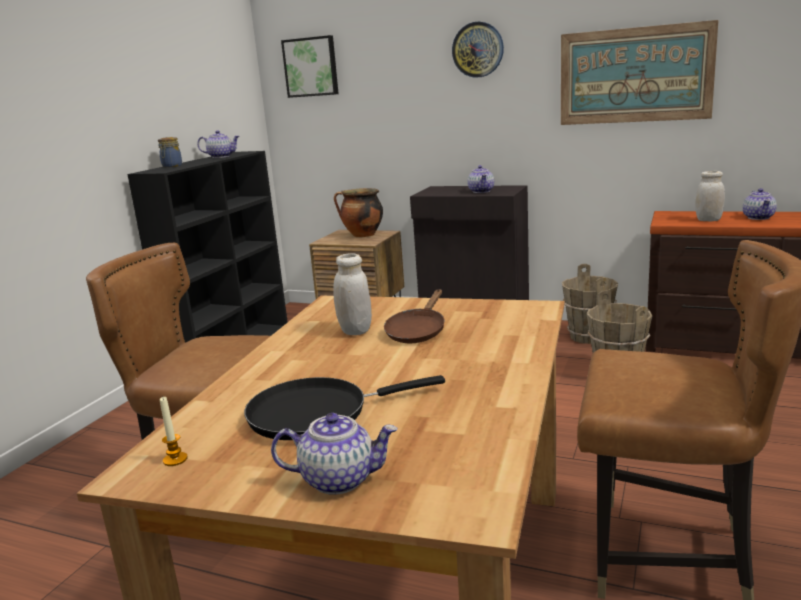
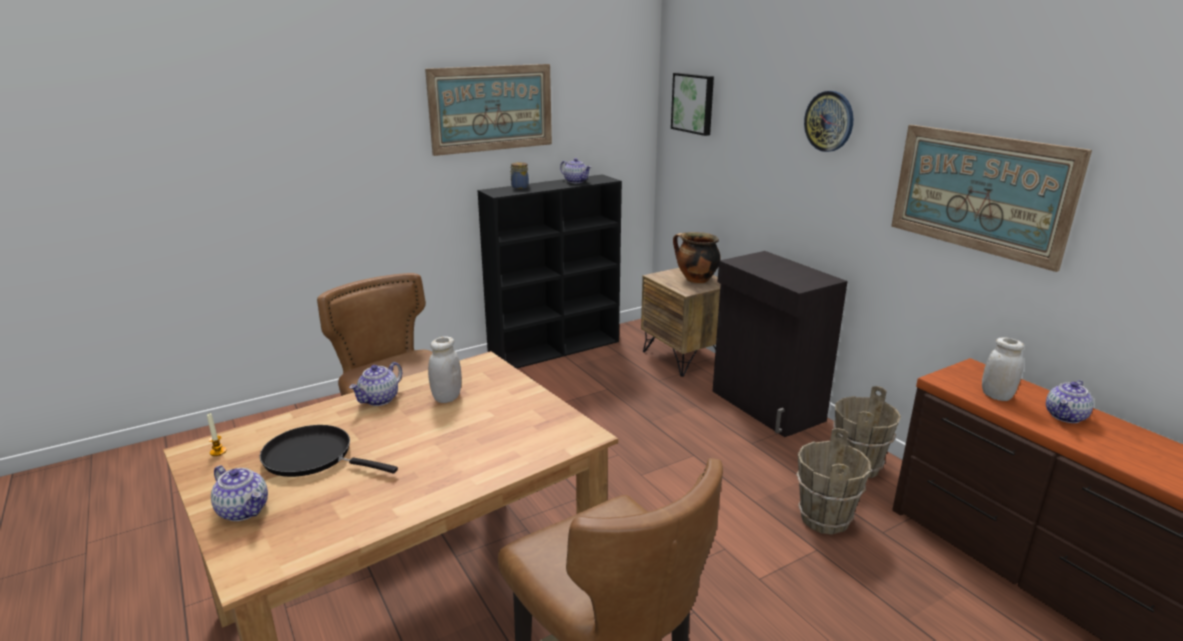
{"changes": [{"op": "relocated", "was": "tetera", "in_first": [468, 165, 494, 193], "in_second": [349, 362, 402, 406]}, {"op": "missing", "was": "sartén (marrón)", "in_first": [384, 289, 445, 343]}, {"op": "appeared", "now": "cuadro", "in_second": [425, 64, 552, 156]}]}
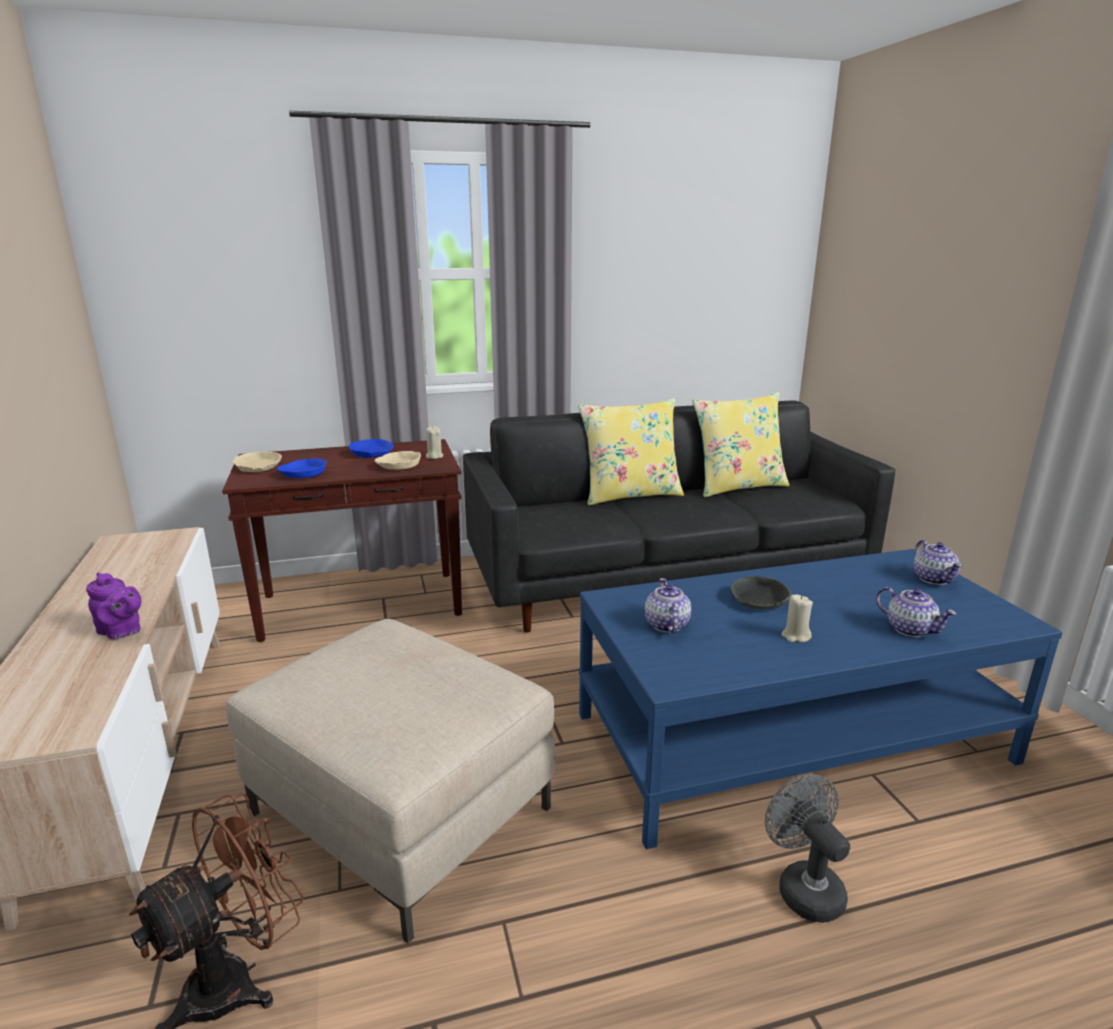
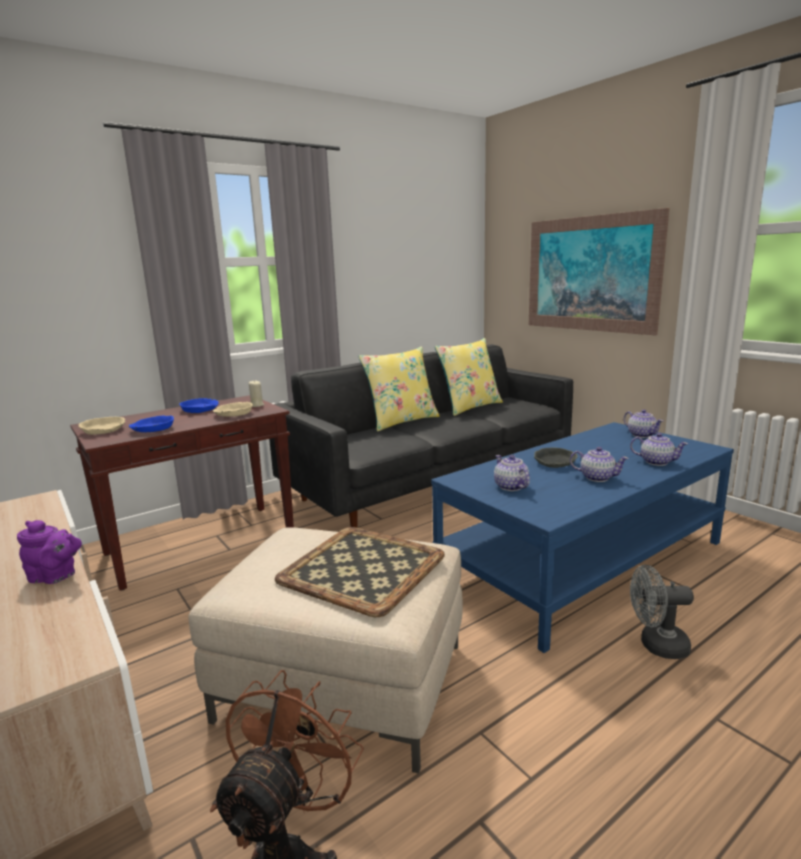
{"changes": [{"op": "exchanged", "was": "vela (beis)", "now": "tetera", "in_first": [781, 595, 813, 642], "in_second": [570, 447, 629, 482]}, {"op": "spun", "was": "ventilador (gris)", "in_first": [765, 774, 850, 923], "in_second": [630, 565, 694, 659], "clockwise": -45}, {"op": "appeared", "now": "cuadro", "in_second": [529, 208, 669, 336]}, {"op": "appeared", "now": "bandeja", "in_second": [275, 527, 445, 617]}]}
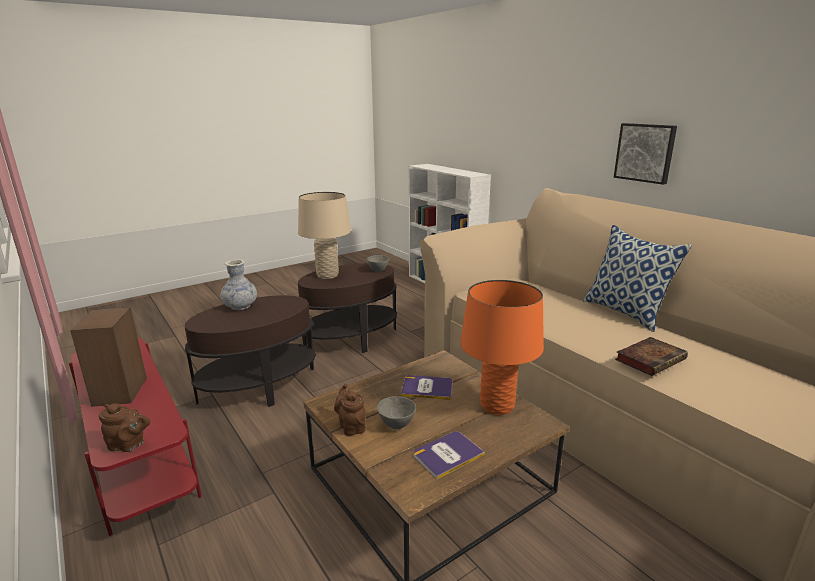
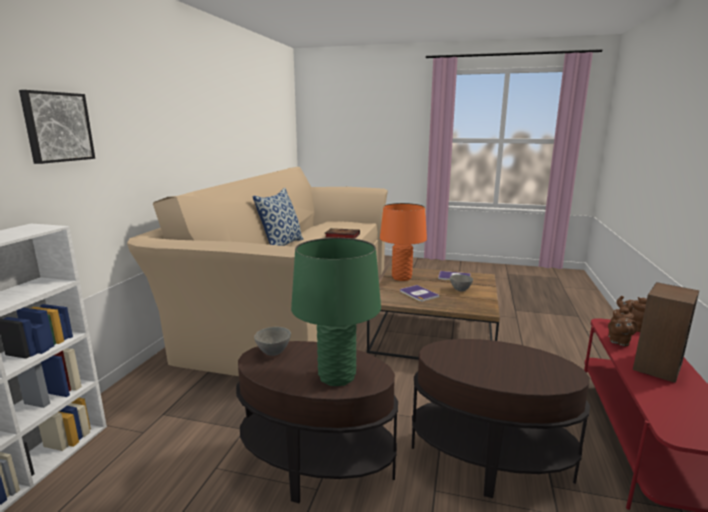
{"changes": [{"op": "relocated", "was": "cuadro", "in_first": [614, 123, 677, 185], "in_second": [19, 90, 95, 164]}, {"op": "colour", "was": "lámpara de mesa (beis)", "now": "lámpara de mesa (verde)", "in_first": [298, 192, 351, 279], "in_second": [291, 238, 381, 386]}, {"op": "missing", "was": "florero", "in_first": [221, 259, 257, 310]}, {"op": "relocated", "was": "tetera (marrón)", "in_first": [334, 384, 366, 436], "in_second": [608, 306, 638, 346]}]}
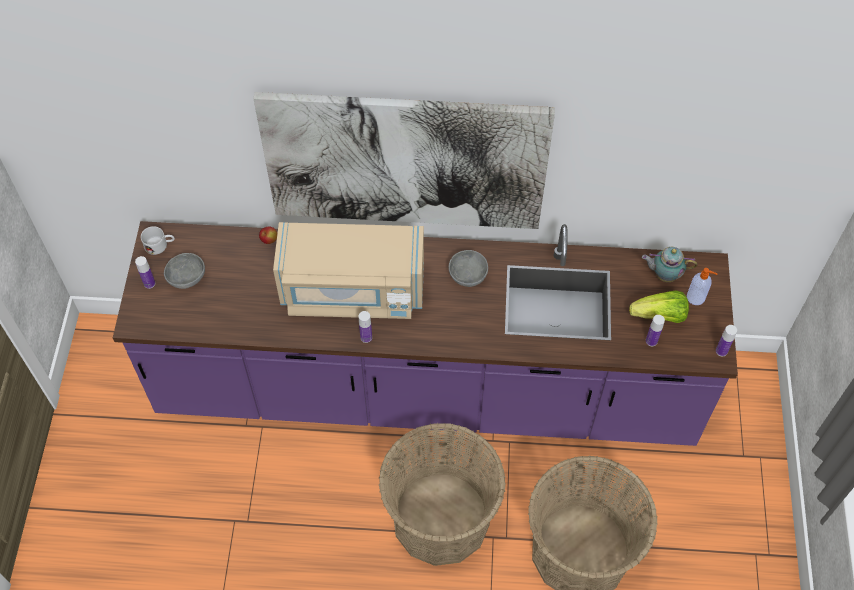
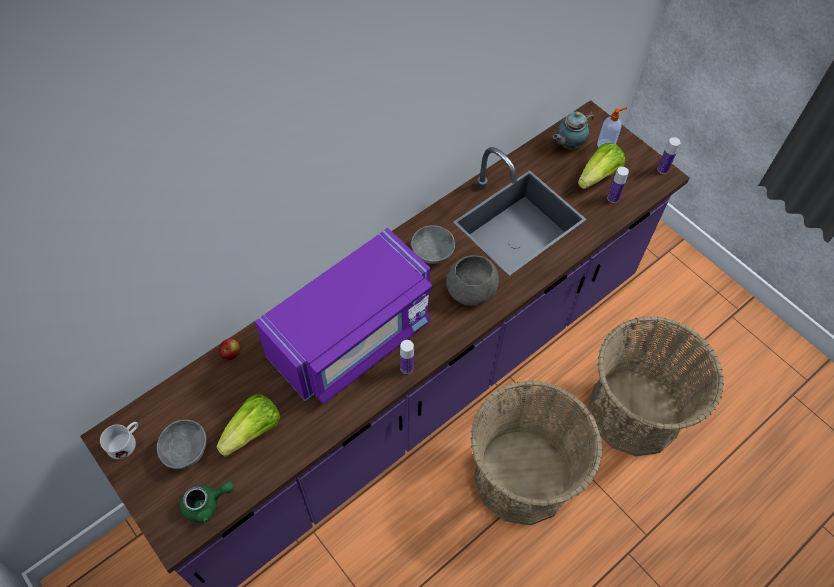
{"changes": [{"op": "missing", "was": "cuadro", "in_first": [253, 92, 555, 229]}, {"op": "colour", "was": "microondas (beis)", "now": "microondas (morado)", "in_first": [273, 222, 424, 319], "in_second": [255, 228, 432, 404]}, {"op": "missing", "was": "botella", "in_first": [135, 256, 155, 289]}, {"op": "appeared", "now": "cuenco (gris)", "in_second": [446, 255, 499, 306]}, {"op": "appeared", "now": "lechuga", "in_second": [217, 394, 280, 457]}, {"op": "appeared", "now": "tetera (verde)", "in_second": [180, 481, 234, 523]}]}
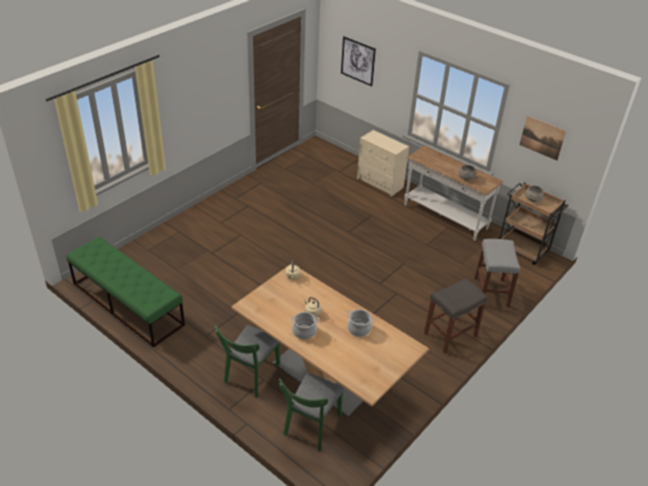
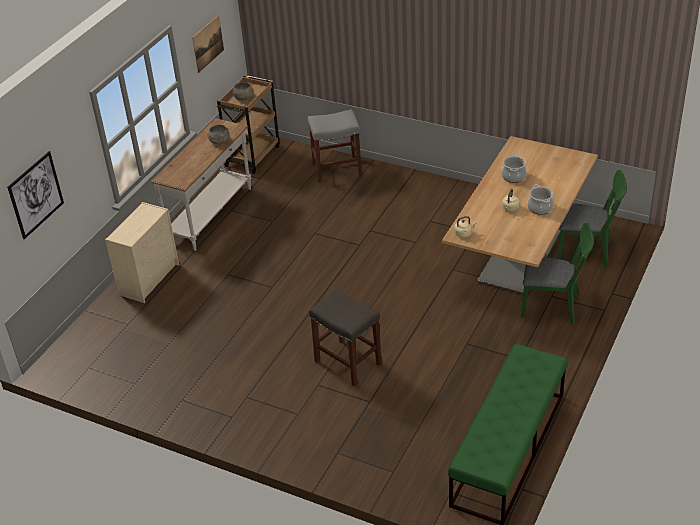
{"changes": [{"op": "relocated", "was": "taburete (gris)", "in_first": [424, 278, 488, 353], "in_second": [309, 289, 382, 386]}]}
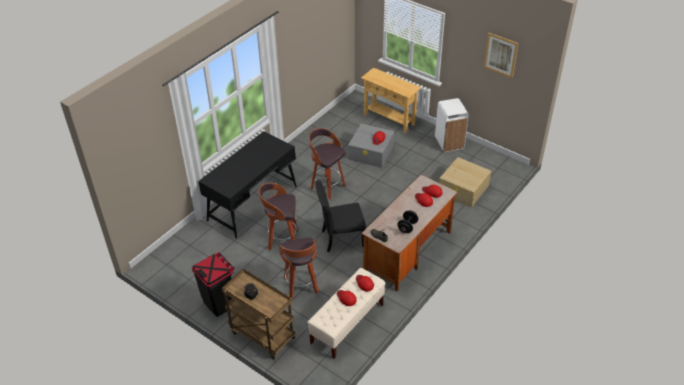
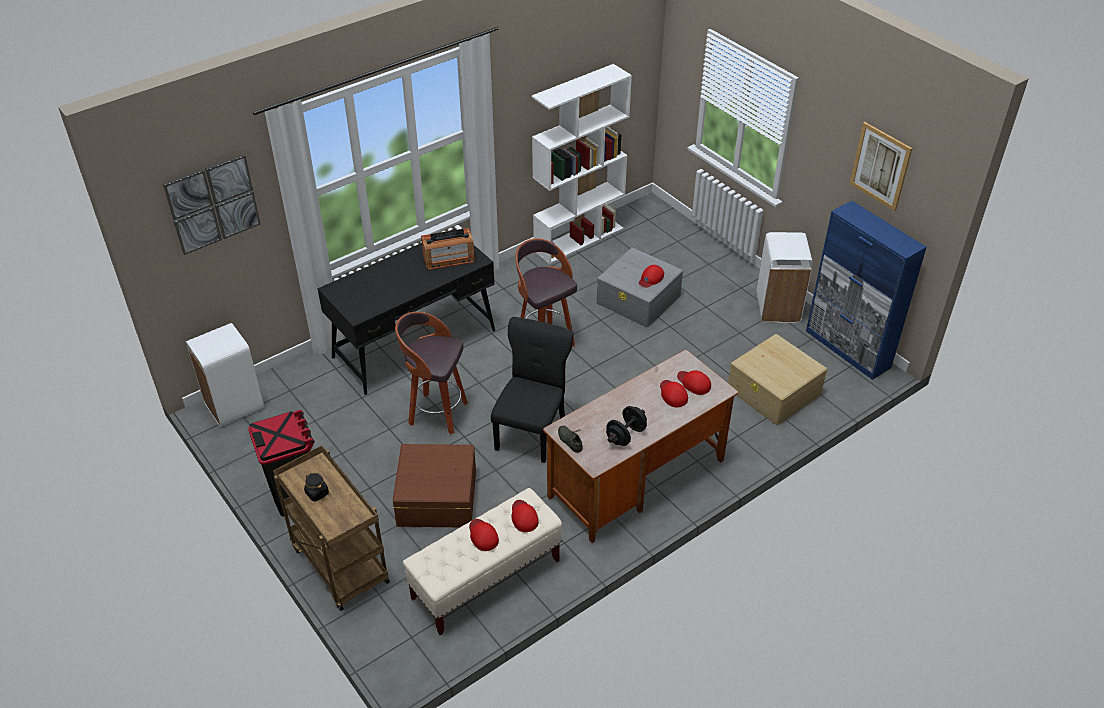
{"changes": [{"op": "missing", "was": "mesa consola (beis)", "in_first": [361, 67, 421, 134]}, {"op": "spun", "was": "silla (negro)", "in_first": [315, 180, 366, 252], "in_second": [491, 317, 574, 463], "clockwise": 105}, {"op": "exchanged", "was": "taburete", "now": "caja de almacenaje (marrón)", "in_first": [279, 238, 319, 298], "in_second": [393, 444, 476, 527]}, {"op": "appeared", "now": "estantería (blanco)", "in_second": [531, 64, 632, 264]}, {"op": "appeared", "now": "cuadro", "in_second": [163, 154, 261, 255]}, {"op": "appeared", "now": "armario (azul)", "in_second": [806, 201, 927, 380]}, {"op": "appeared", "now": "radio", "in_second": [421, 228, 475, 270]}, {"op": "appeared", "now": "papelera (blanco)", "in_second": [186, 323, 264, 427]}]}
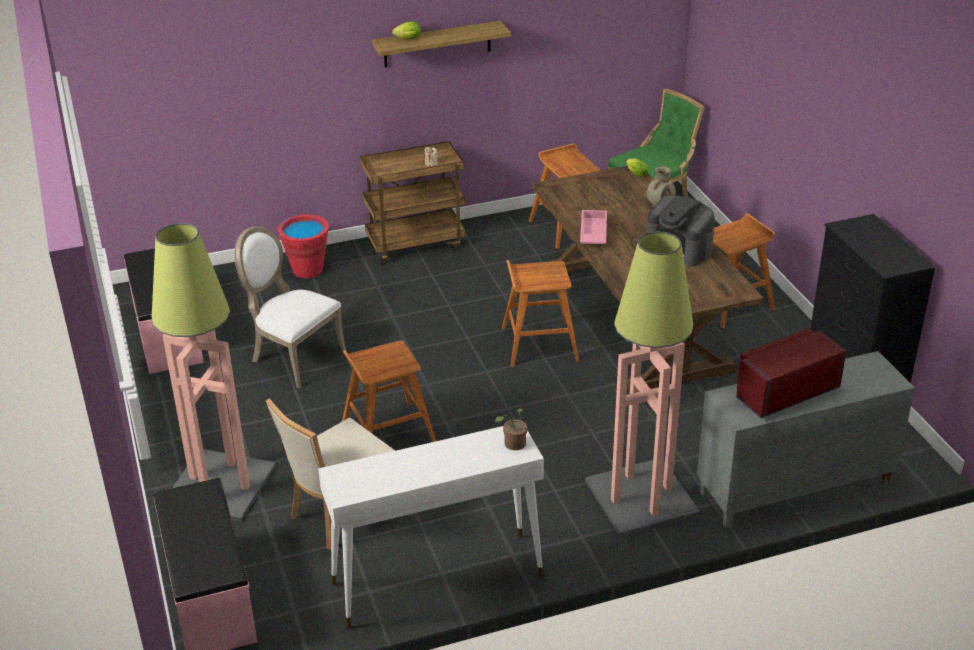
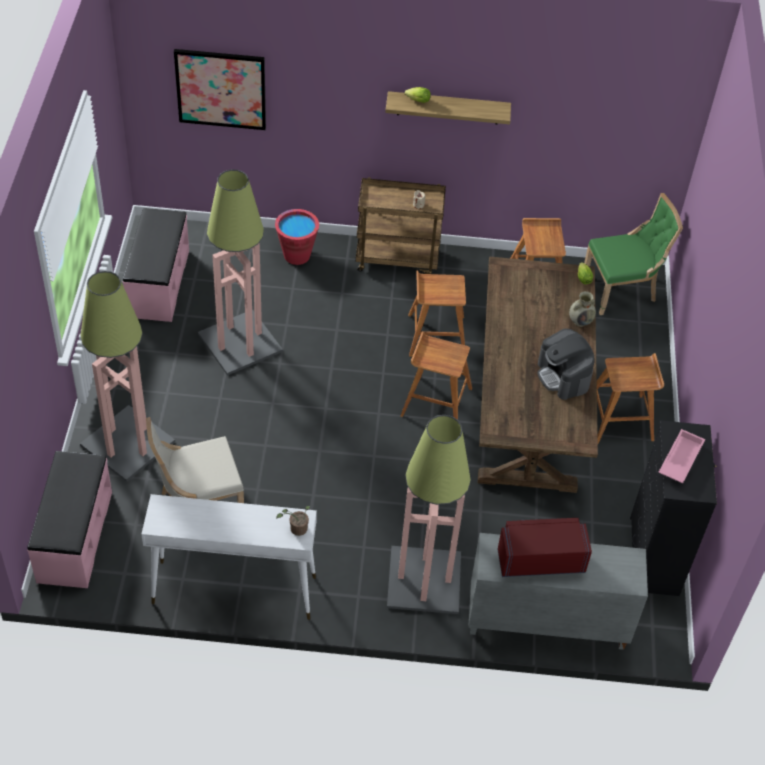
{"changes": [{"op": "relocated", "was": "bandeja (rosa)", "in_first": [580, 210, 607, 244], "in_second": [659, 429, 705, 483]}, {"op": "exchanged", "was": "silla (blanco)", "now": "lámpara de pie", "in_first": [234, 226, 346, 388], "in_second": [198, 169, 283, 376]}, {"op": "relocated", "was": "taburete (marrón)", "in_first": [342, 340, 436, 442], "in_second": [408, 271, 466, 357]}, {"op": "appeared", "now": "cuadro", "in_second": [174, 49, 266, 130]}]}
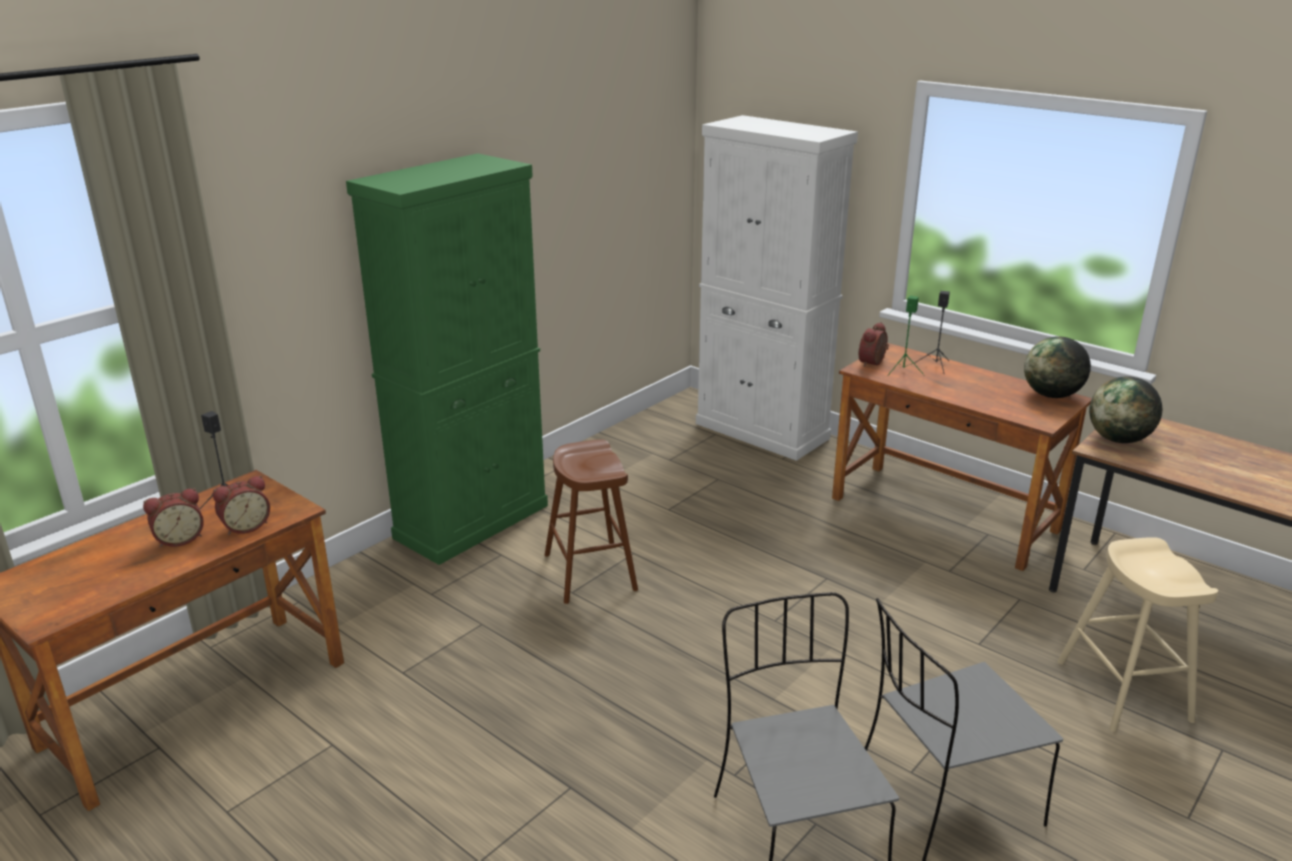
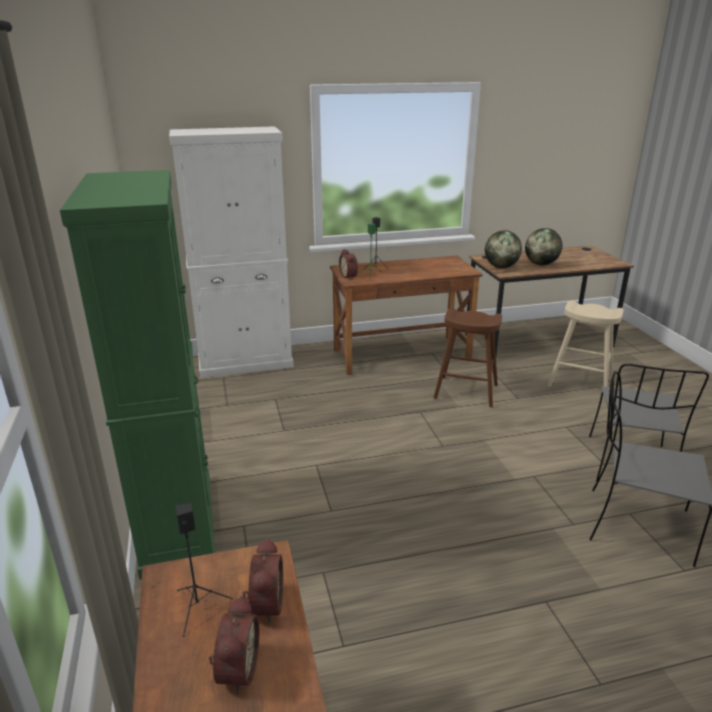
{"changes": [{"op": "relocated", "was": "globo terráqueo", "in_first": [1024, 336, 1091, 398], "in_second": [525, 228, 562, 265]}, {"op": "relocated", "was": "taburete (marrón)", "in_first": [545, 439, 638, 604], "in_second": [433, 308, 502, 408]}]}
